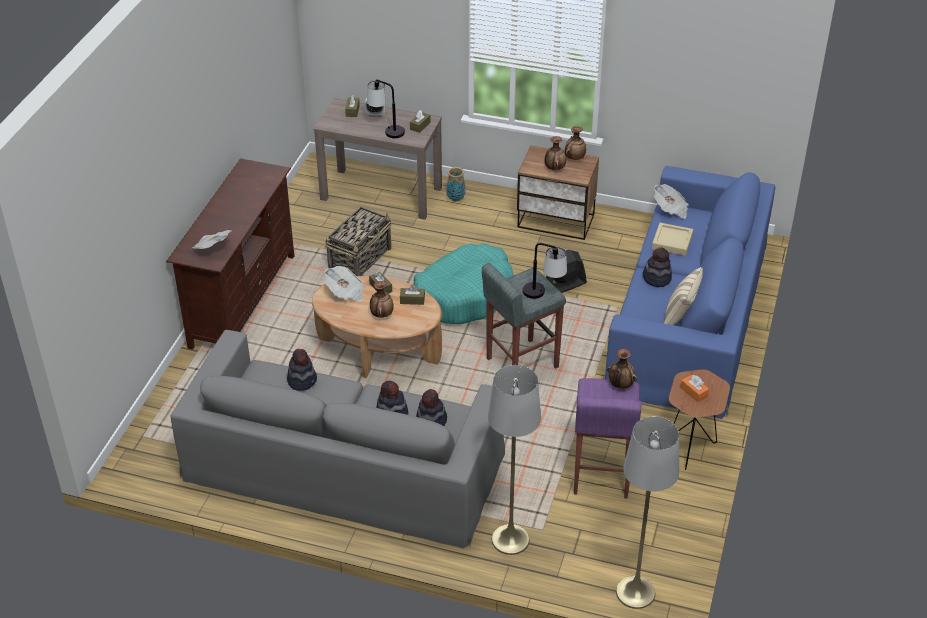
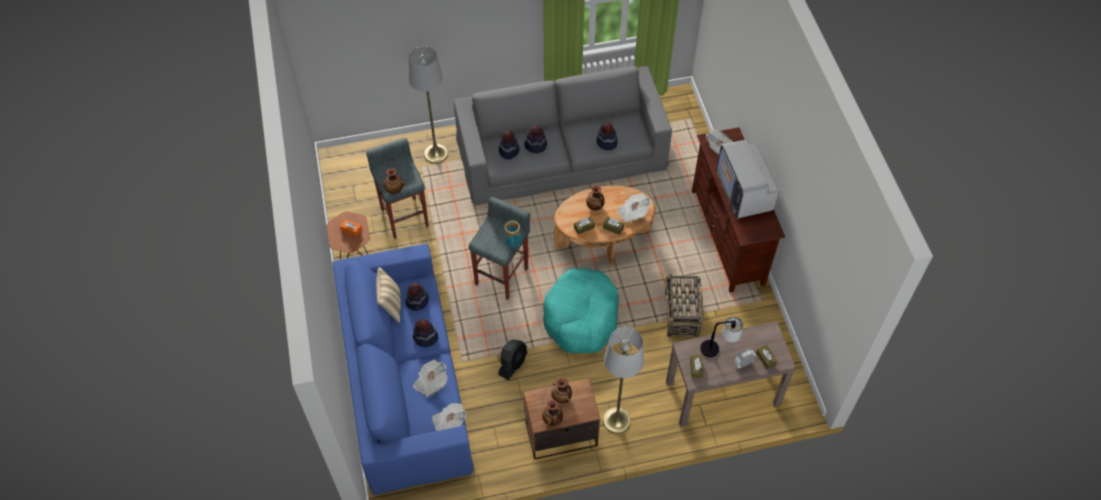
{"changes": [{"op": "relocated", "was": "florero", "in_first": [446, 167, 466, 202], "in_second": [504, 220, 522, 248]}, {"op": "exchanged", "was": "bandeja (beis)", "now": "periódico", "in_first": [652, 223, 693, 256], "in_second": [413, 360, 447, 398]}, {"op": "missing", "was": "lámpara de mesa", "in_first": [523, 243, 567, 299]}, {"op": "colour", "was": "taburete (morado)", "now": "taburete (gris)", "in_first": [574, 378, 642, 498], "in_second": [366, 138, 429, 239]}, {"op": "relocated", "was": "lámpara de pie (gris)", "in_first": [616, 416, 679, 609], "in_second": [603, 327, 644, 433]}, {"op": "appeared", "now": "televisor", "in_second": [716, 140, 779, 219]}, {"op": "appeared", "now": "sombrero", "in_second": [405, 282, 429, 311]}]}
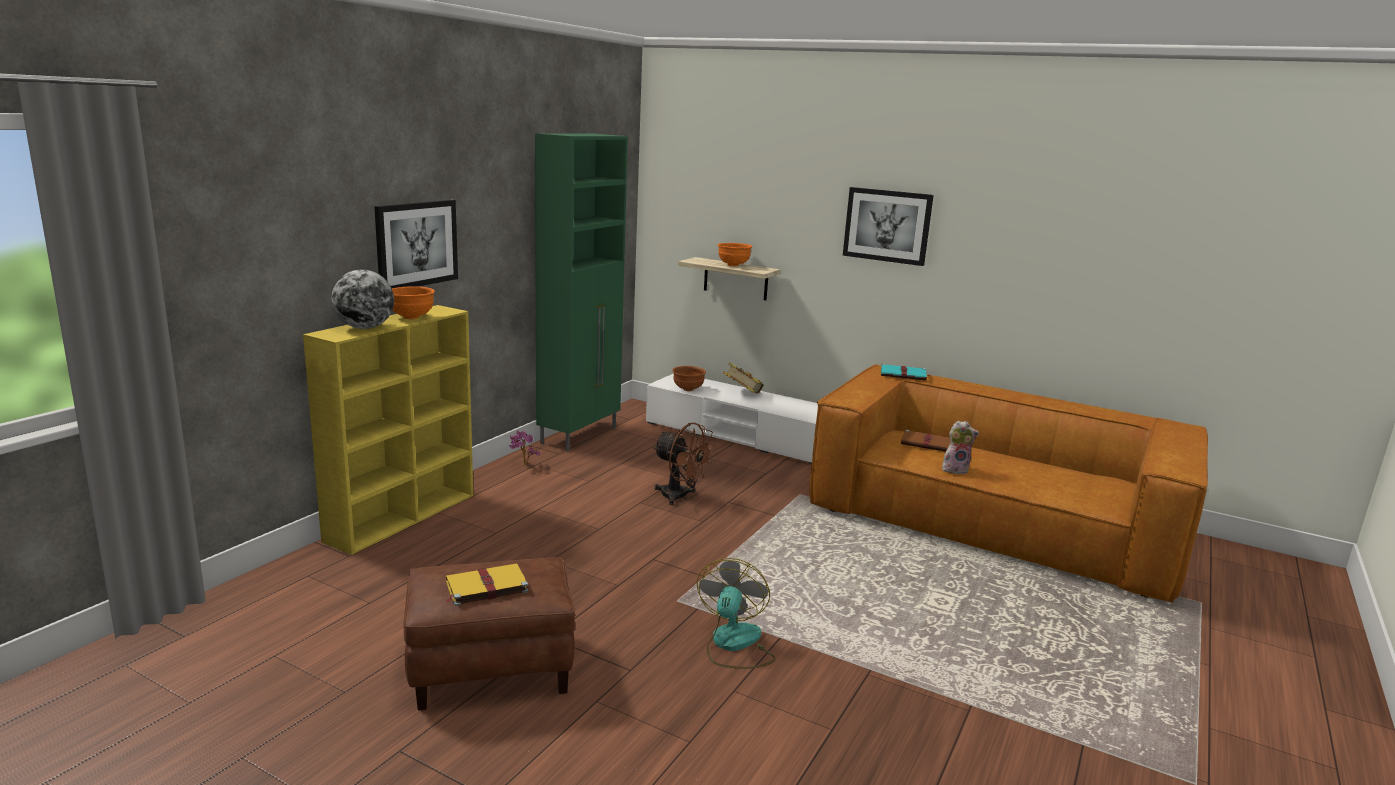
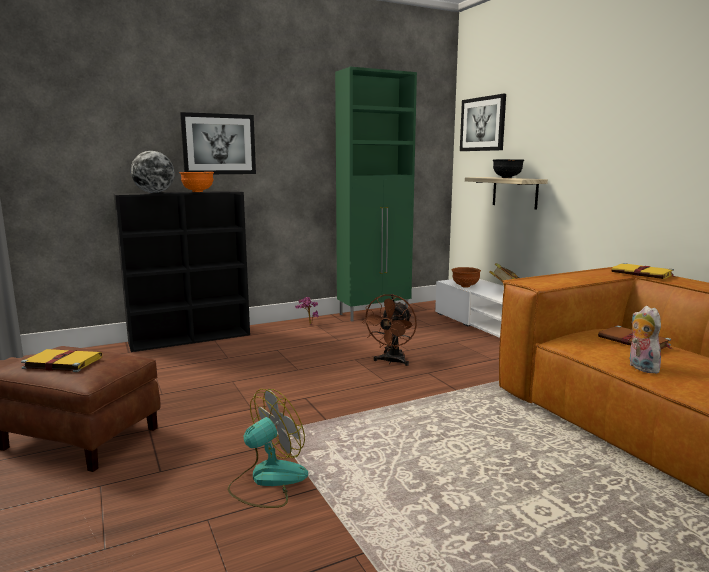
{"changes": [{"op": "relocated", "was": "cuadro", "in_first": [843, 187, 934, 266], "in_second": [460, 94, 506, 151]}, {"op": "colour", "was": "cuenco (naranja)", "now": "cuenco (negro)", "in_first": [718, 243, 752, 266], "in_second": [493, 159, 524, 178]}, {"op": "colour", "was": "estantería (amarillo)", "now": "estantería (negro)", "in_first": [303, 305, 473, 555], "in_second": [114, 191, 250, 352]}, {"op": "colour", "was": "libro (turquesa)", "now": "libro (amarillo)", "in_first": [881, 364, 929, 381], "in_second": [612, 263, 676, 279]}, {"op": "spun", "was": "peluche", "in_first": [942, 420, 979, 474], "in_second": [630, 306, 661, 373], "clockwise": -135}, {"op": "spun", "was": "ventilador (marrón)", "in_first": [653, 423, 715, 505], "in_second": [362, 294, 417, 366], "clockwise": 45}]}
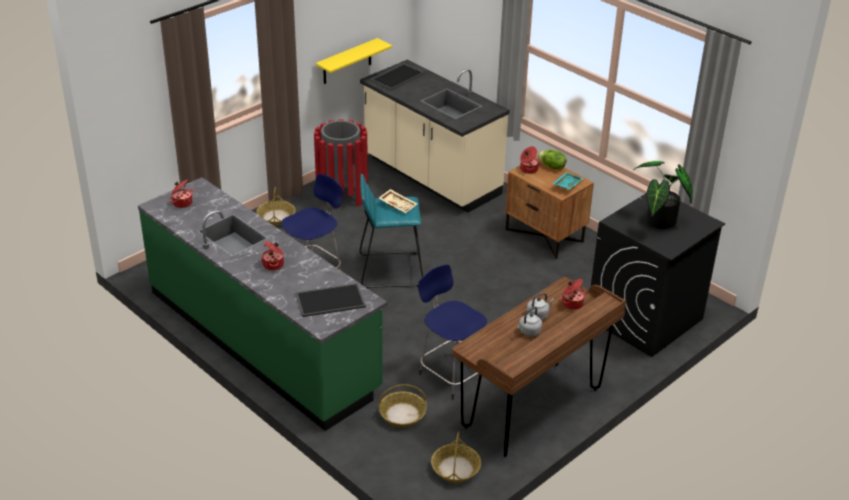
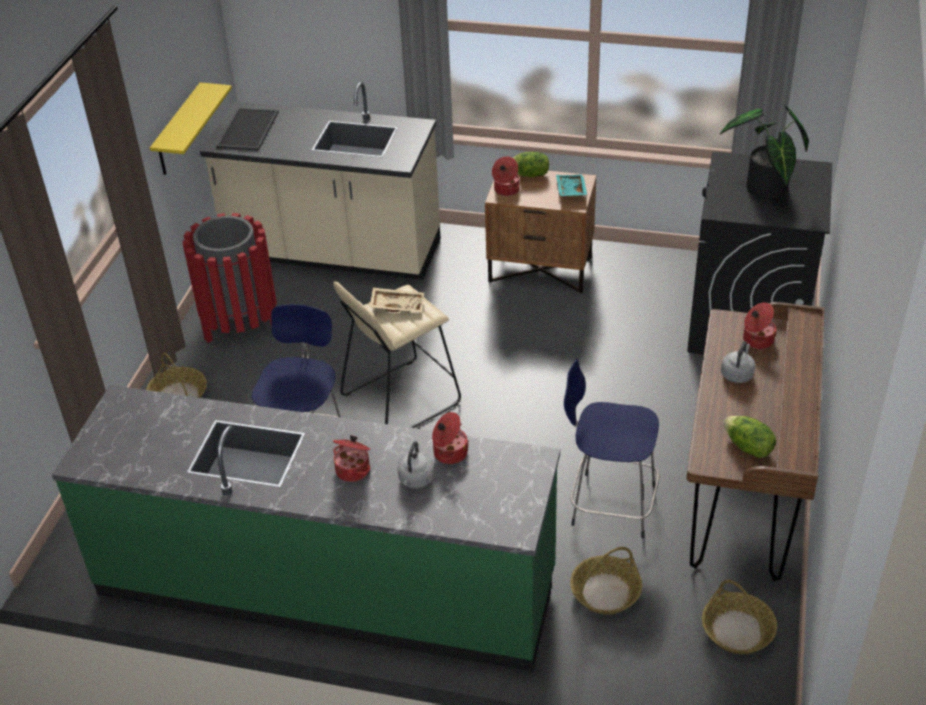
{"changes": [{"op": "colour", "was": "taburete (turquesa)", "now": "taburete (beis)", "in_first": [359, 174, 423, 288], "in_second": [333, 282, 461, 428]}, {"op": "relocated", "was": "olla", "in_first": [169, 179, 194, 208], "in_second": [432, 412, 469, 464]}, {"op": "missing", "was": "bandeja", "in_first": [295, 283, 366, 317]}, {"op": "relocated", "was": "hervidor (gris)", "in_first": [516, 307, 542, 336], "in_second": [397, 441, 435, 489]}, {"op": "appeared", "now": "lechuga", "in_second": [723, 416, 776, 458]}]}
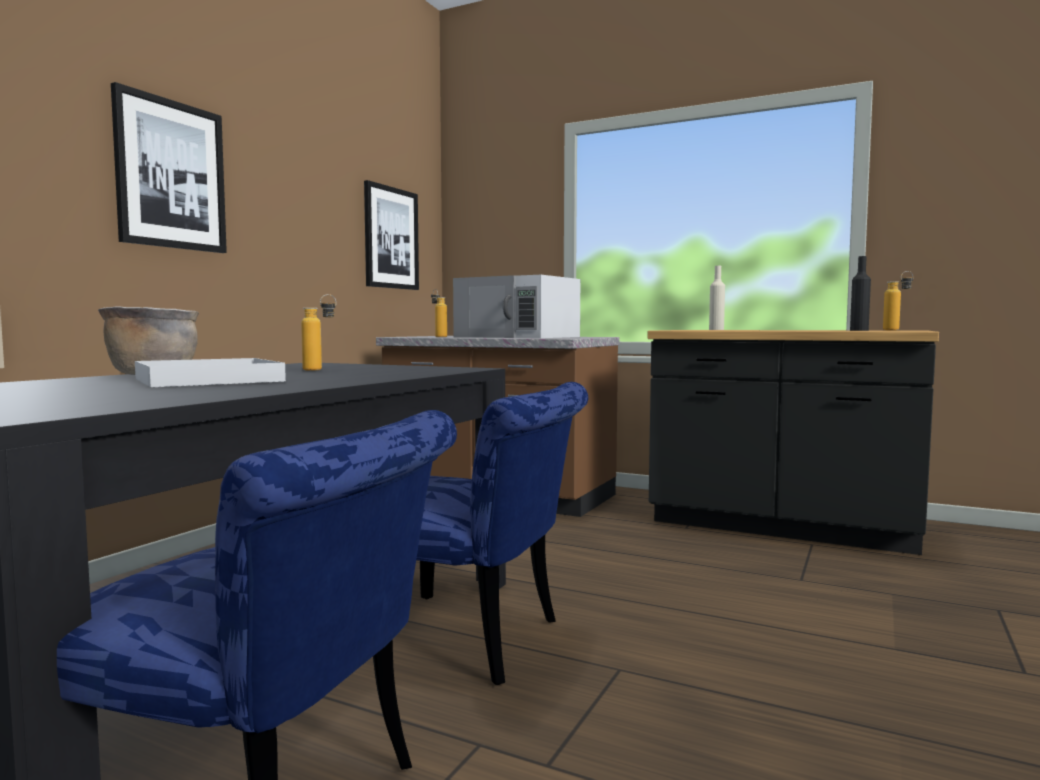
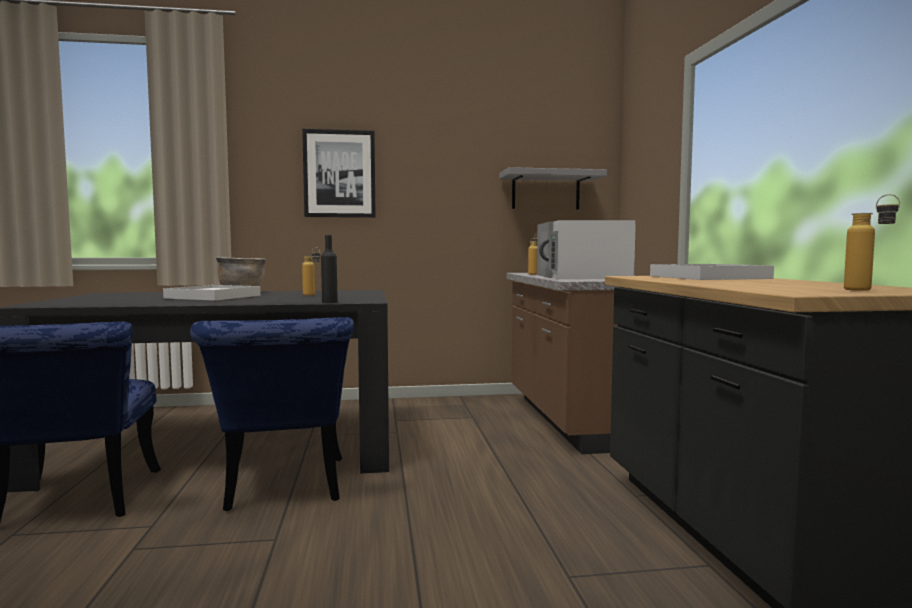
{"changes": [{"op": "exchanged", "was": "cuadro", "now": "estante (gris)", "in_first": [364, 180, 419, 290], "in_second": [499, 167, 607, 209]}, {"op": "relocated", "was": "botella (negro)", "in_first": [850, 256, 871, 331], "in_second": [321, 235, 338, 303]}, {"op": "exchanged", "was": "botella (beis)", "now": "bandeja (blanco)", "in_first": [709, 266, 725, 330], "in_second": [650, 264, 774, 280]}]}
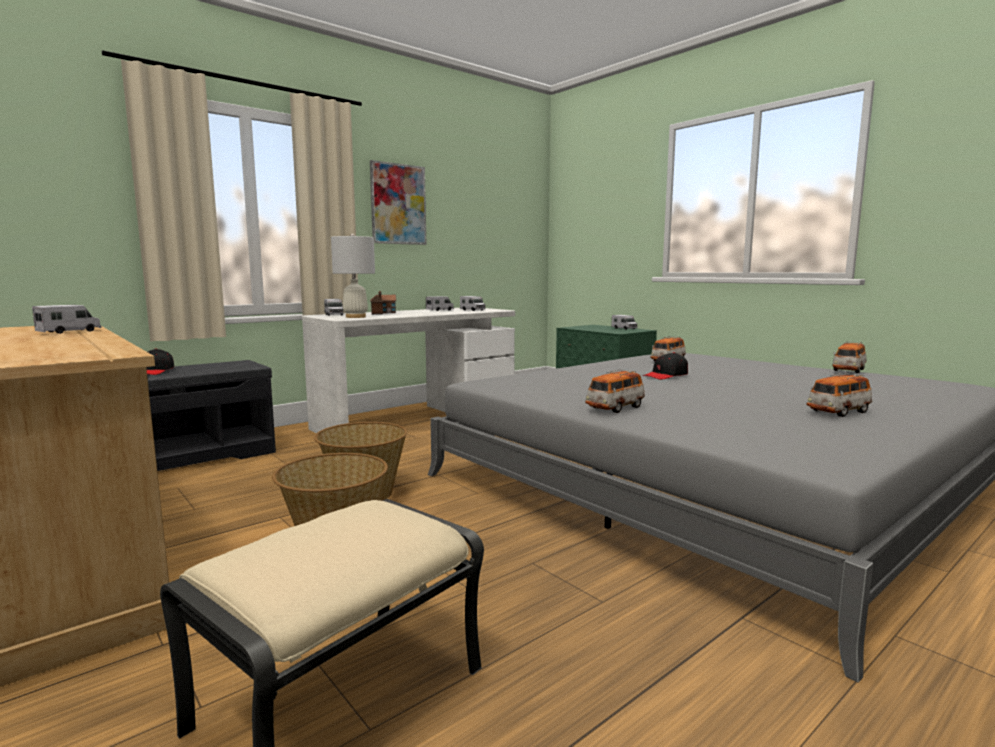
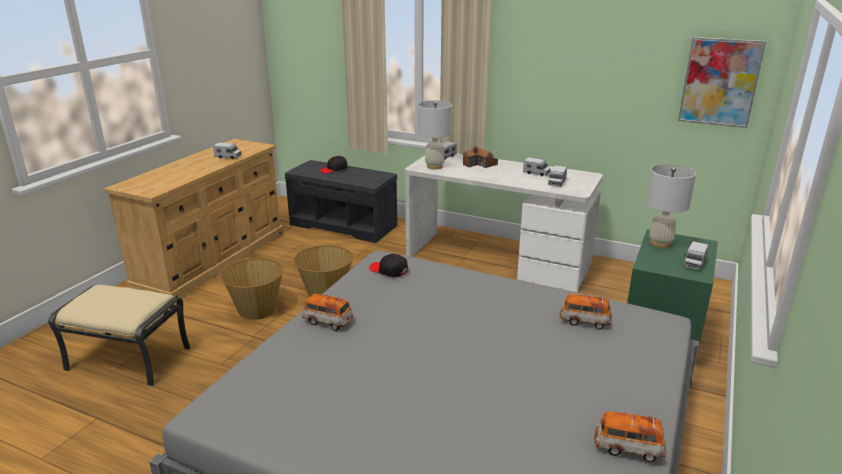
{"changes": [{"op": "relocated", "was": "cuadro", "in_first": [370, 160, 427, 245], "in_second": [678, 37, 766, 128]}, {"op": "relocated", "was": "gorra (negro)", "in_first": [643, 352, 688, 380], "in_second": [369, 254, 408, 277]}, {"op": "missing", "was": "coche de juguete", "in_first": [806, 372, 872, 417]}, {"op": "appeared", "now": "lámpara de mesa (blanco)", "in_second": [646, 164, 696, 248]}]}
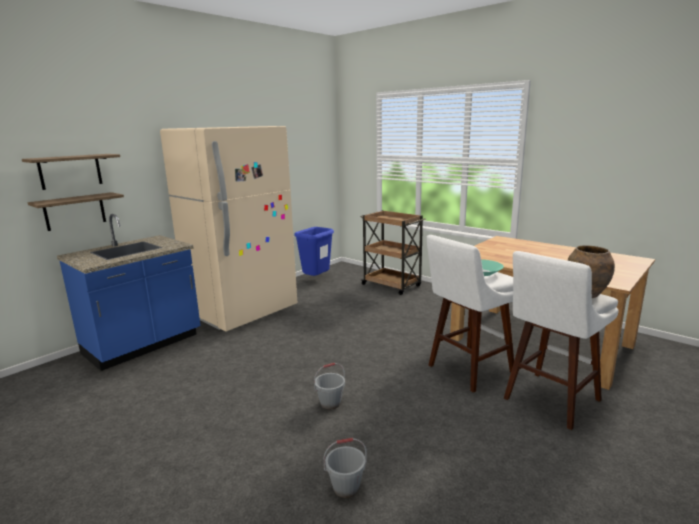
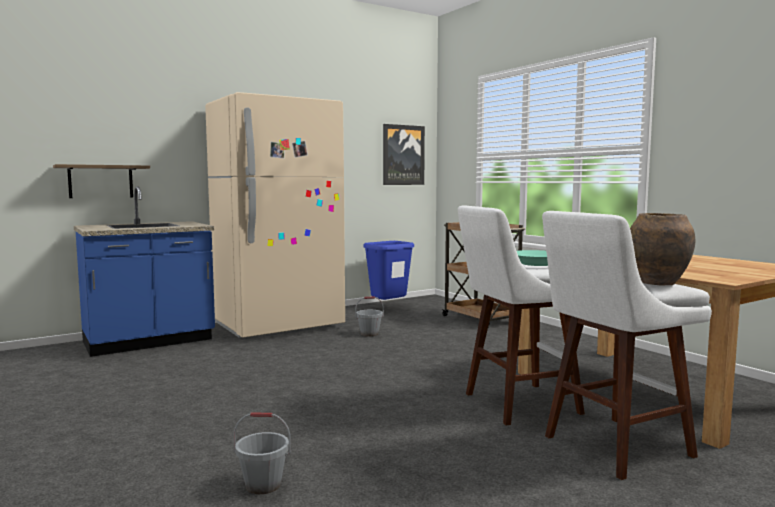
{"changes": [{"op": "missing", "was": "estante", "in_first": [22, 154, 120, 190]}, {"op": "relocated", "was": "cubo (gris)", "in_first": [314, 363, 345, 409], "in_second": [355, 296, 384, 336]}, {"op": "appeared", "now": "cuadro", "in_second": [383, 124, 425, 185]}]}
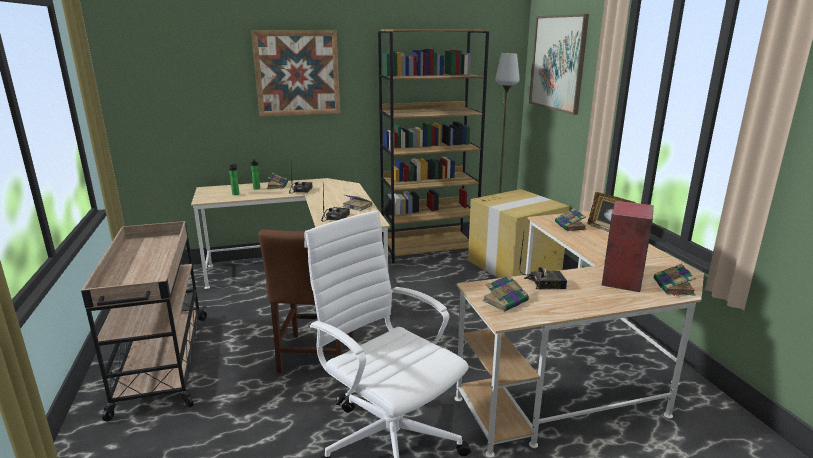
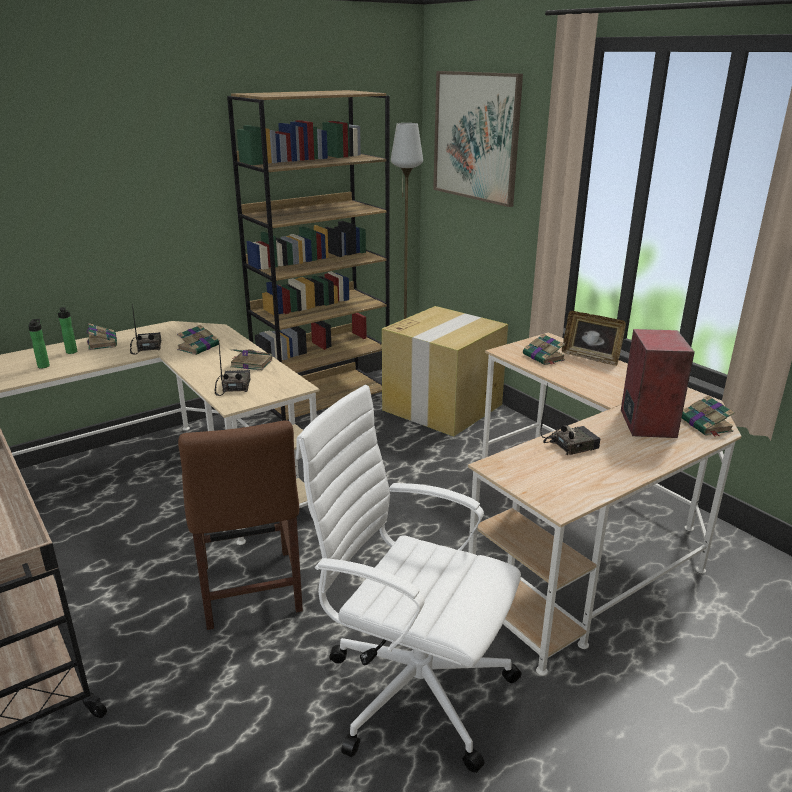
{"changes": [{"op": "missing", "was": "cuadro", "in_first": [251, 31, 340, 117]}, {"op": "relocated", "was": "libro", "in_first": [482, 275, 529, 312], "in_second": [177, 325, 219, 355]}]}
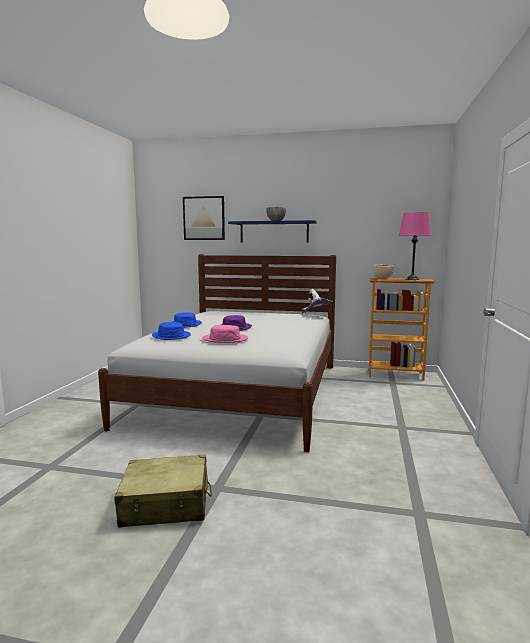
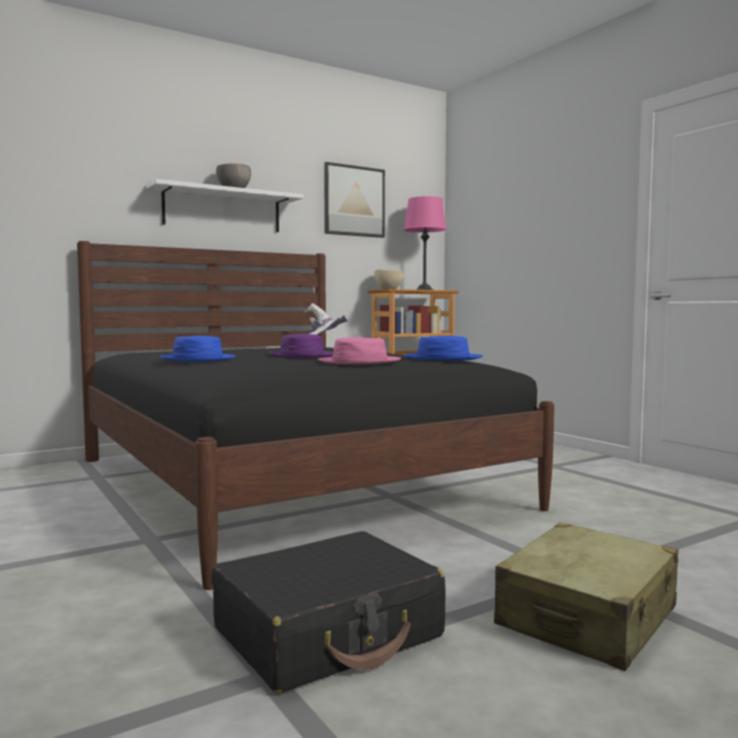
{"changes": [{"op": "relocated", "was": "cuadro", "in_first": [183, 196, 225, 240], "in_second": [324, 162, 385, 238]}, {"op": "colour", "was": "estante (azul)", "now": "estante (blanco)", "in_first": [228, 220, 317, 243], "in_second": [147, 179, 303, 232]}, {"op": "colour", "was": "cama (blanco)", "now": "cama (negro)", "in_first": [98, 254, 336, 452], "in_second": [77, 241, 554, 590]}, {"op": "relocated", "was": "sombrero (azul)", "in_first": [152, 322, 191, 340], "in_second": [404, 336, 483, 361]}, {"op": "appeared", "now": "maleta (negro)", "in_second": [211, 531, 446, 693]}]}
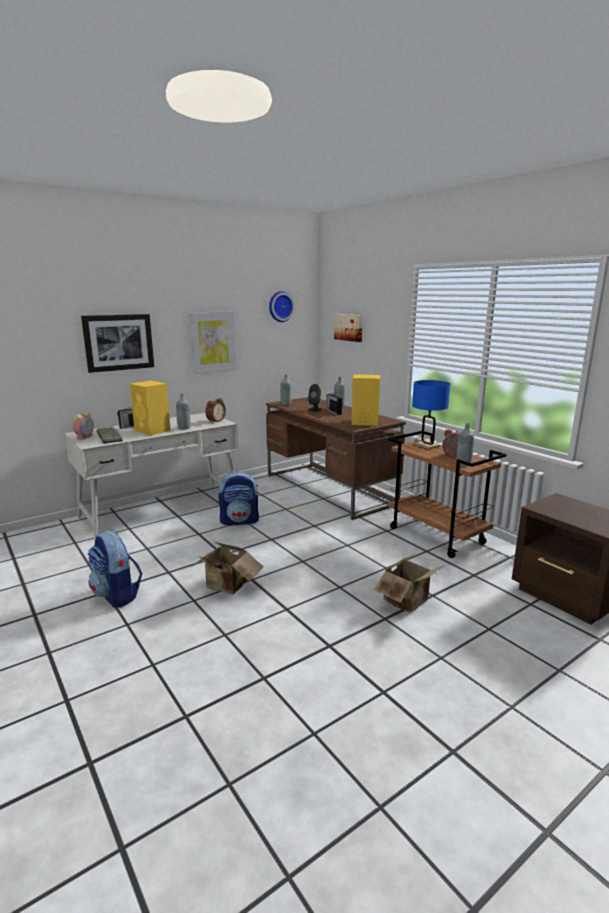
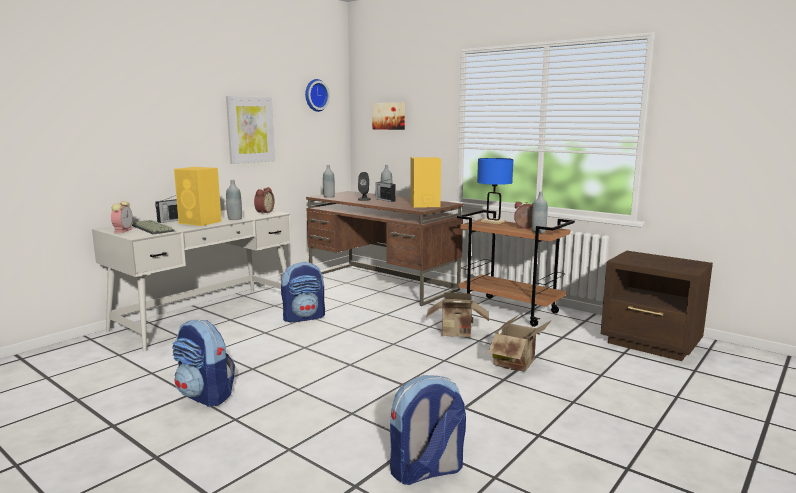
{"changes": [{"op": "missing", "was": "cuadro", "in_first": [81, 314, 154, 373]}, {"op": "relocated", "was": "caja de cartón", "in_first": [193, 542, 264, 595], "in_second": [426, 292, 489, 337]}, {"op": "appeared", "now": "mochila", "in_second": [390, 375, 466, 485]}]}
